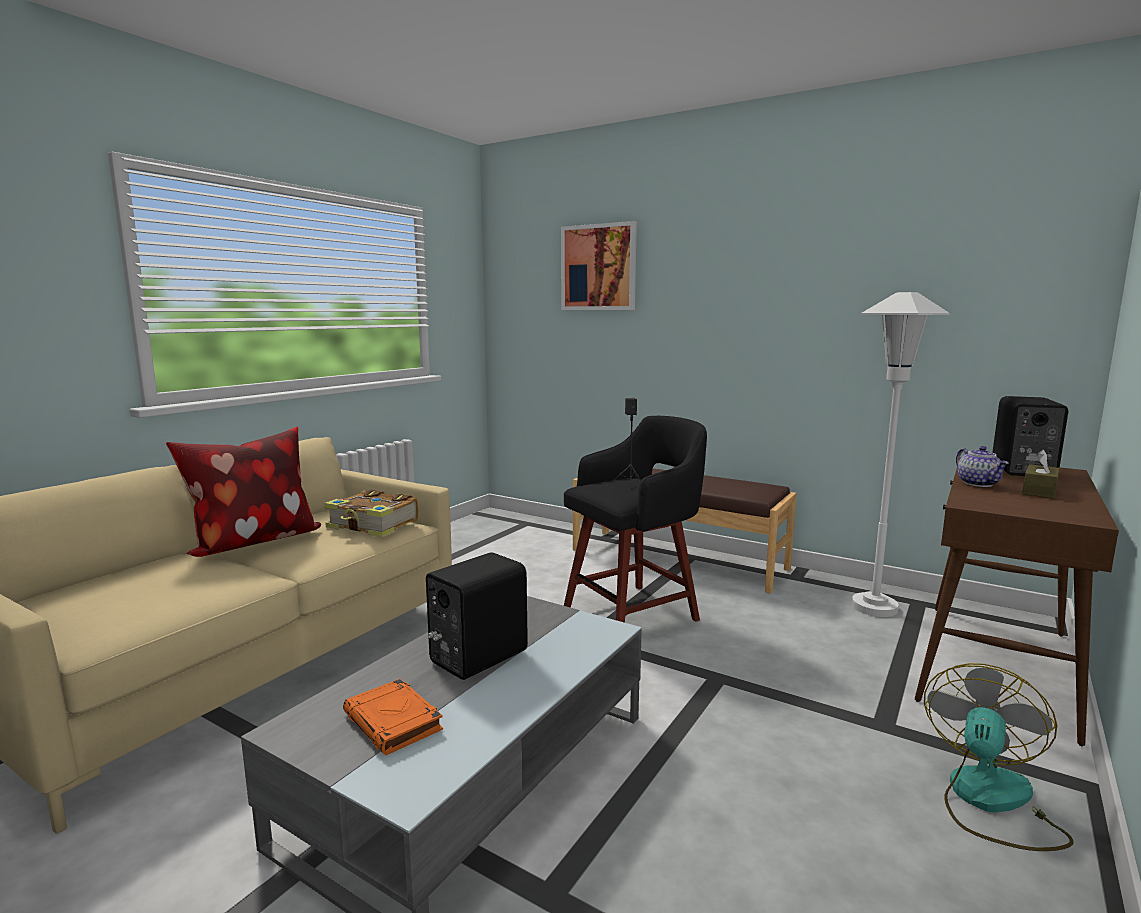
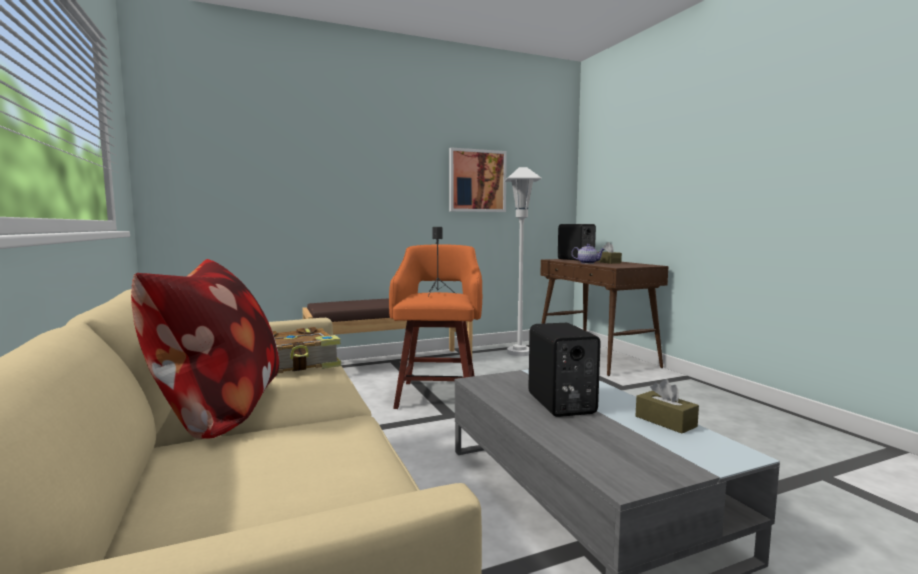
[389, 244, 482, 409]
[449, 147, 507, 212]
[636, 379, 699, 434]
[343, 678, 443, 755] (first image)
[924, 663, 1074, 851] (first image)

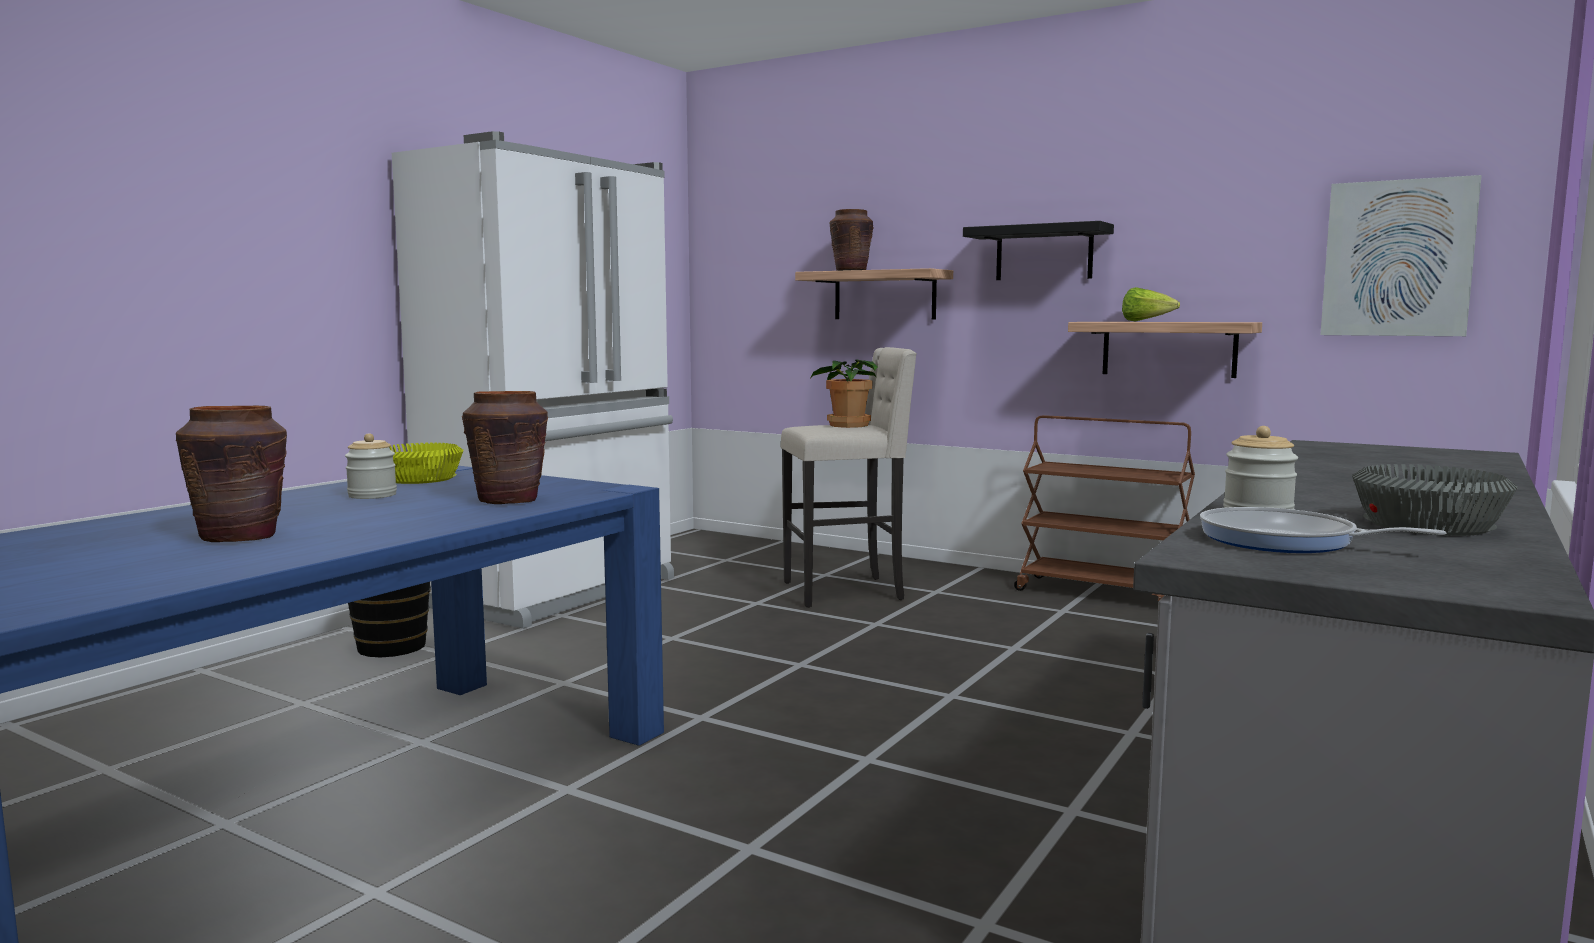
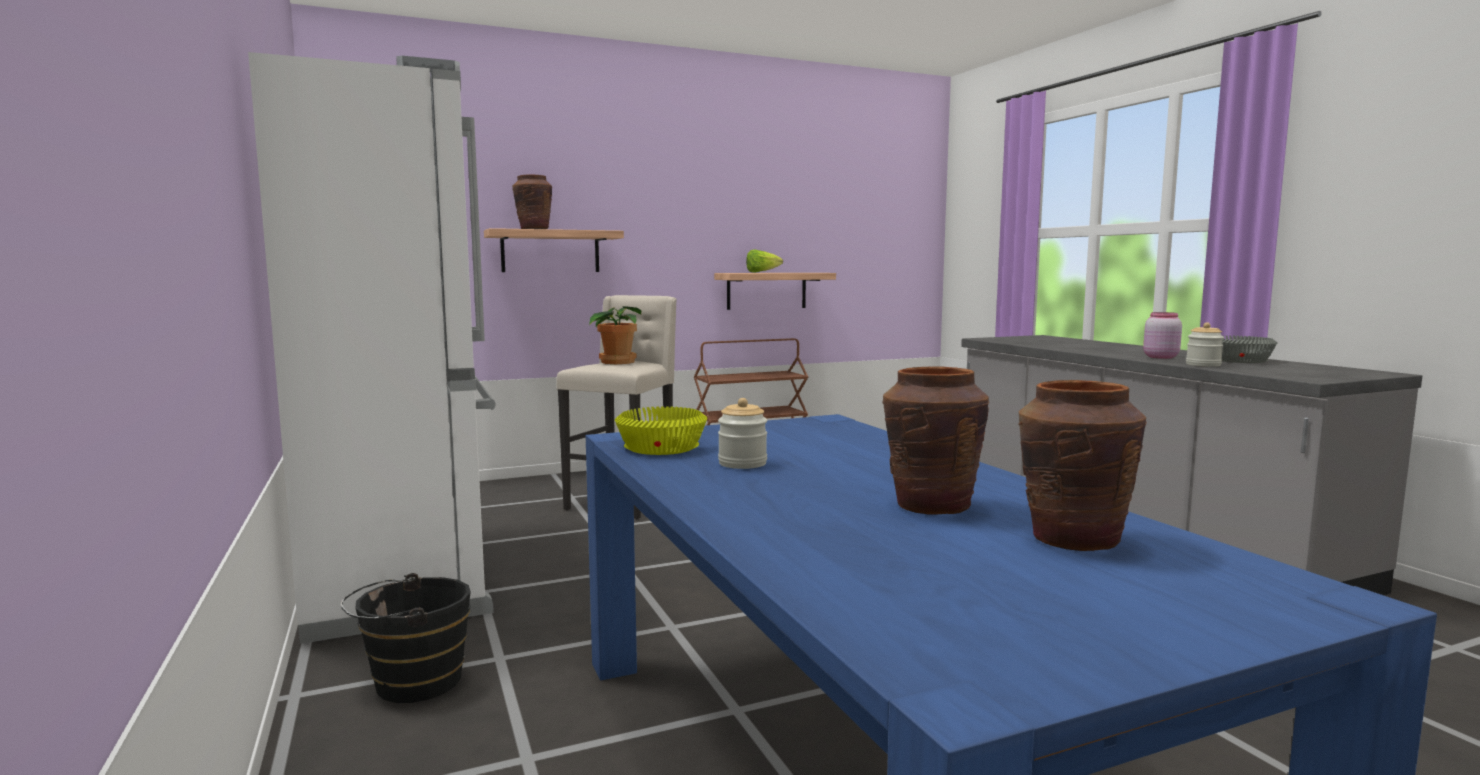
[1018, 380, 1147, 551]
[1143, 312, 1182, 359]
[963, 221, 1114, 280] (first image)
[1200, 507, 1446, 553] (first image)
[1320, 175, 1482, 336] (first image)

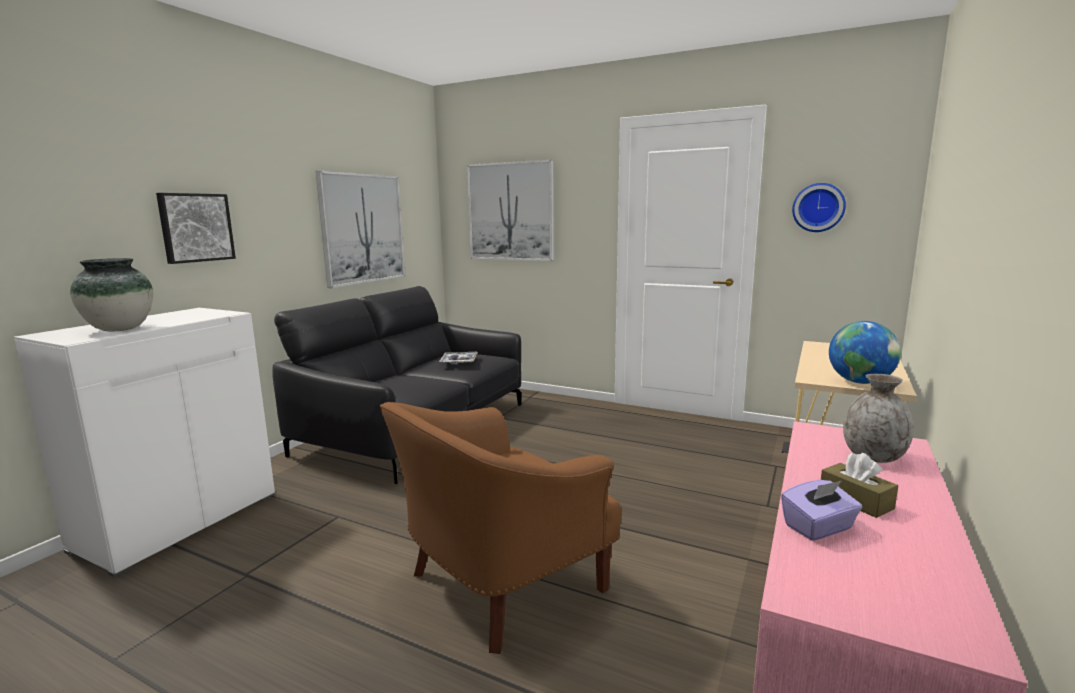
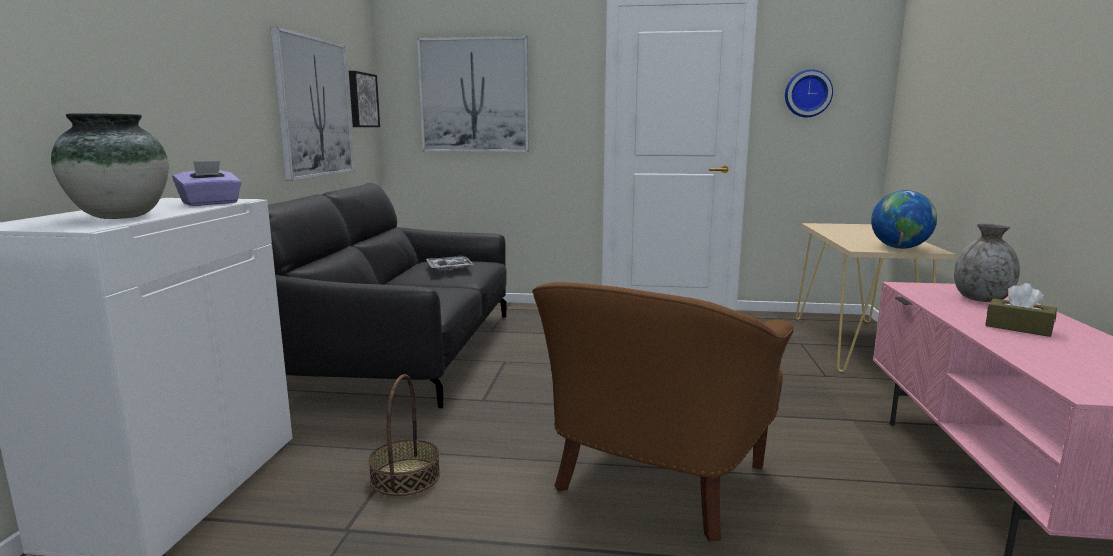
[173, 161, 242, 206]
[349, 71, 380, 127]
[368, 374, 440, 496]

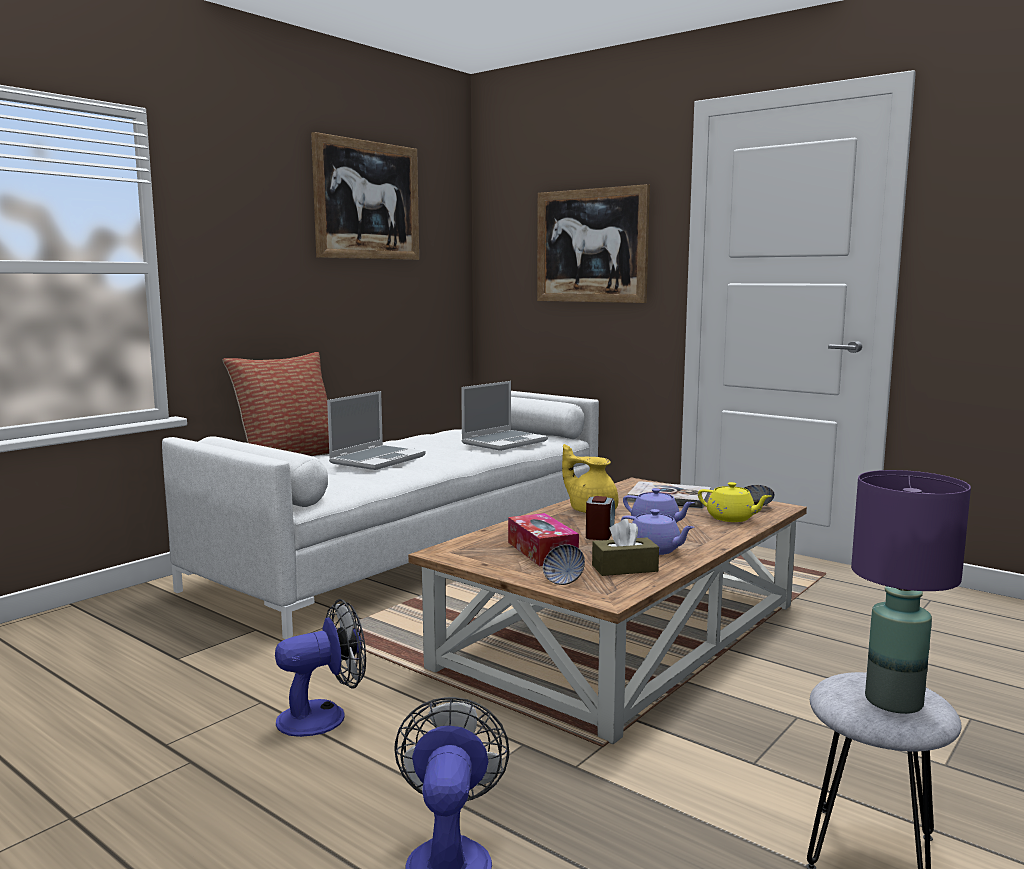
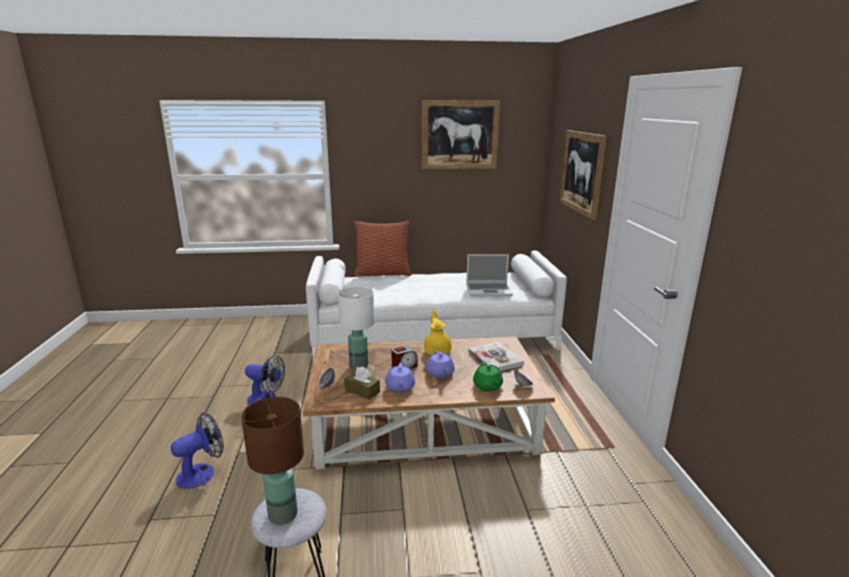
[241, 397, 304, 525]
[338, 287, 374, 370]
[473, 362, 503, 391]
[327, 391, 426, 470] (first image)

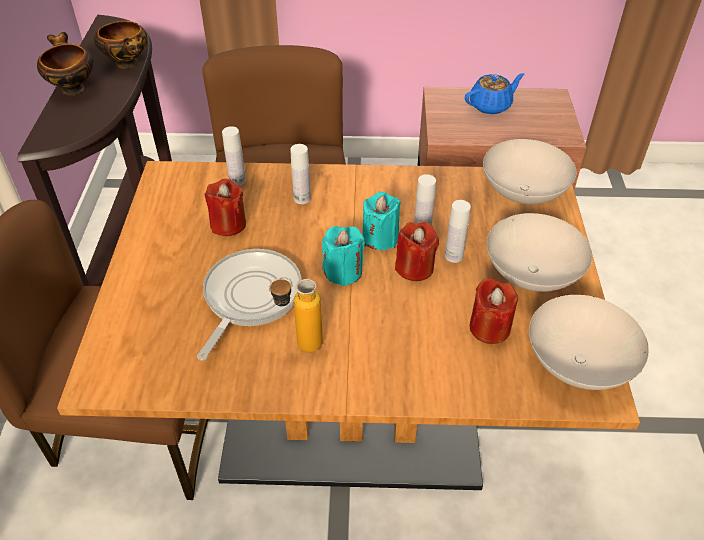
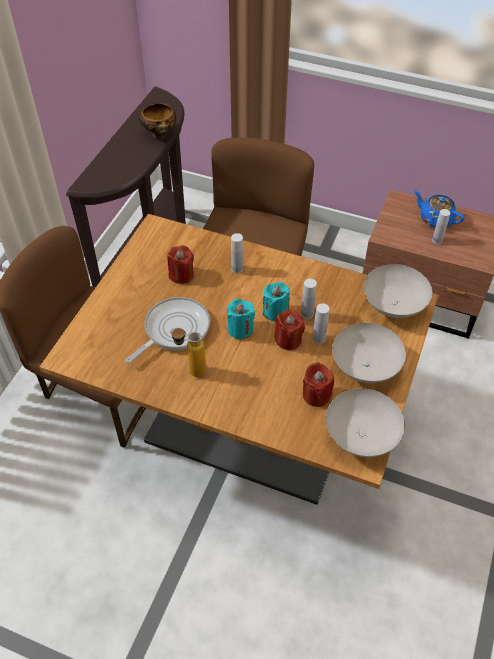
[414, 191, 465, 228]
[432, 209, 450, 244]
[37, 32, 93, 96] (first image)

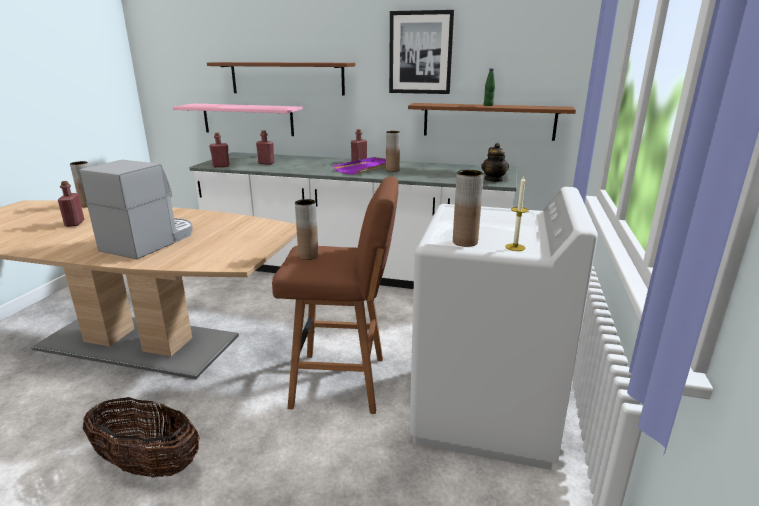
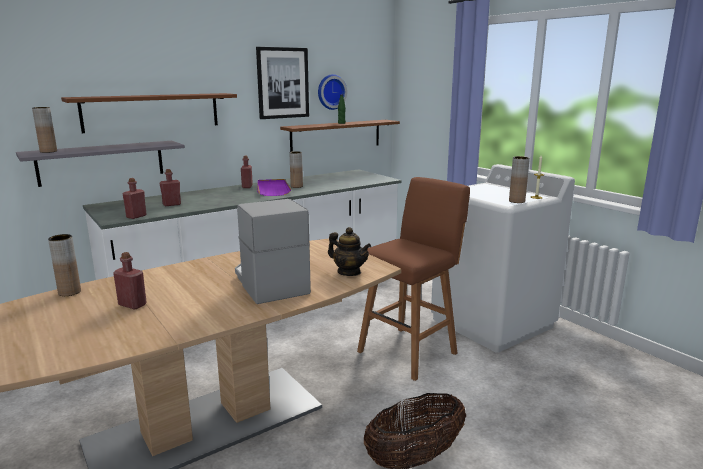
[16, 141, 185, 187]
[32, 107, 57, 153]
[318, 74, 347, 110]
[328, 227, 371, 276]

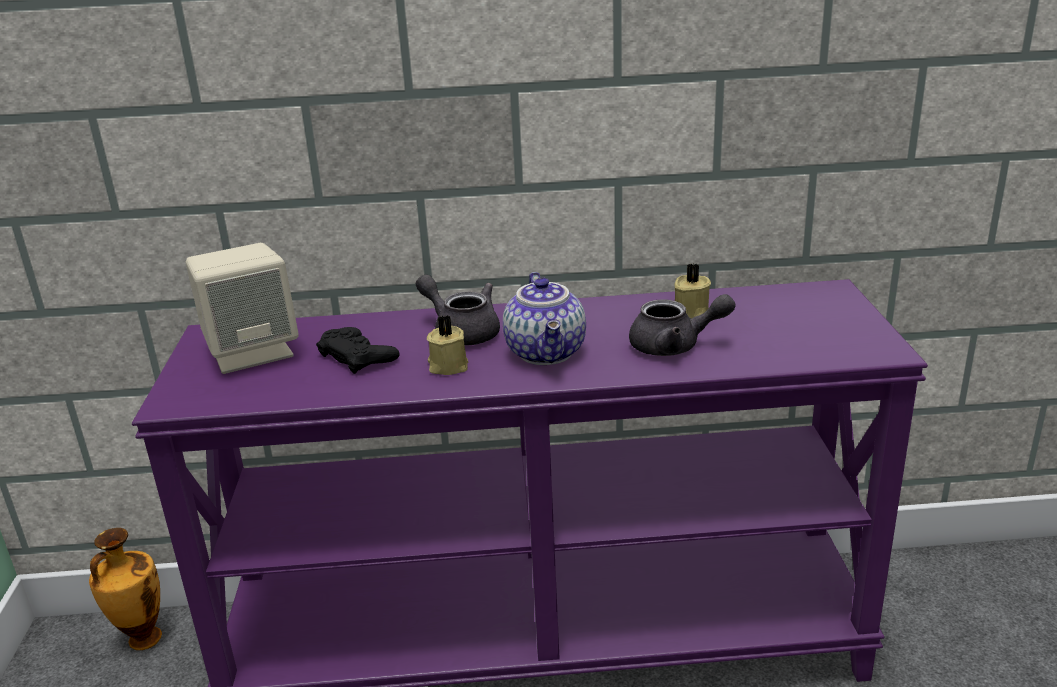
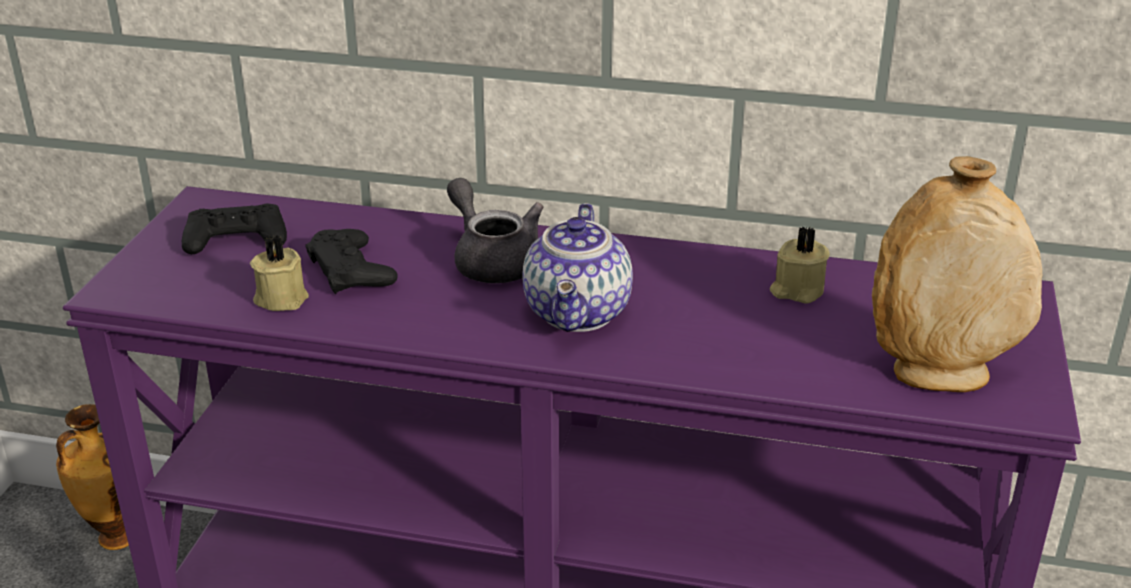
[182, 203, 287, 254]
[250, 235, 309, 311]
[872, 156, 1042, 392]
[629, 294, 736, 356] (first image)

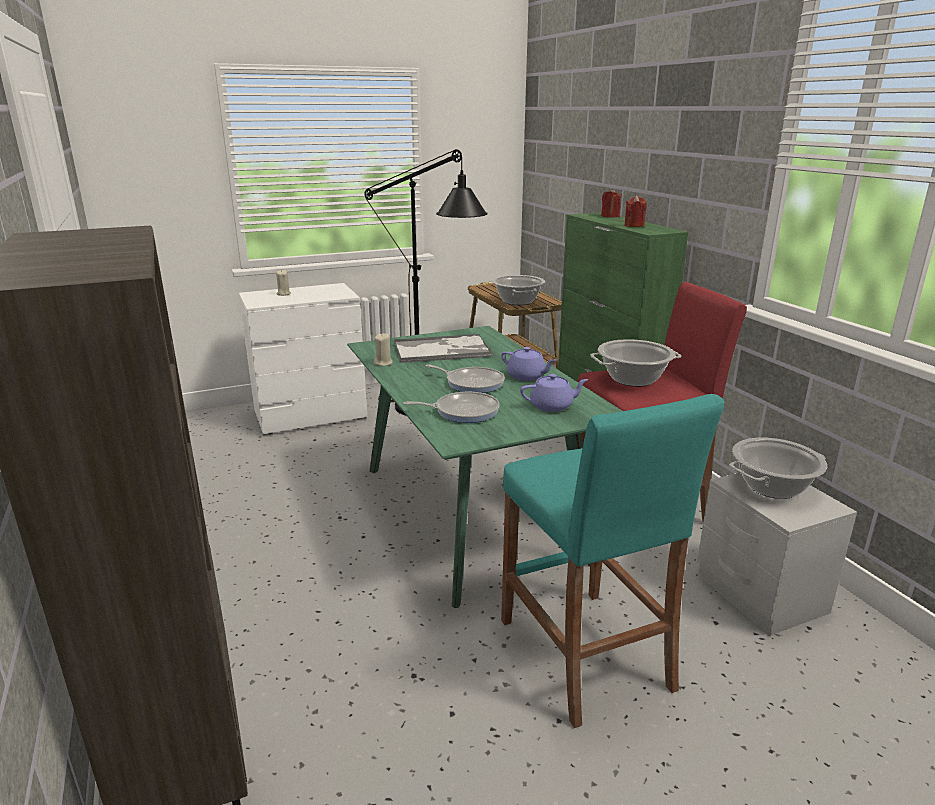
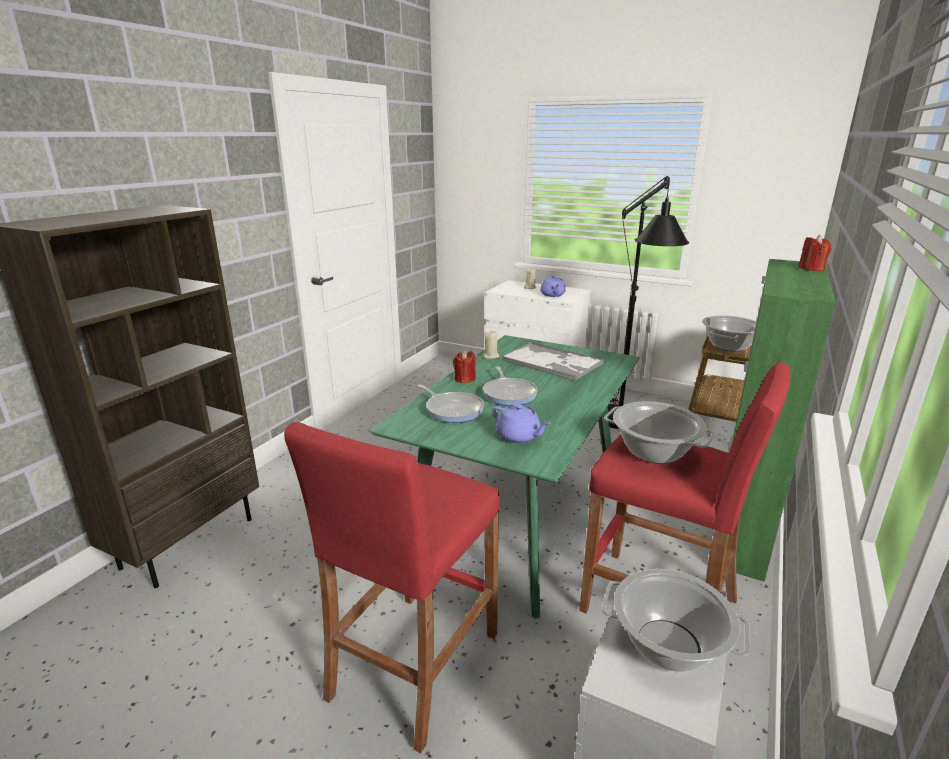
[284, 422, 500, 753]
[453, 350, 476, 383]
[540, 275, 566, 297]

